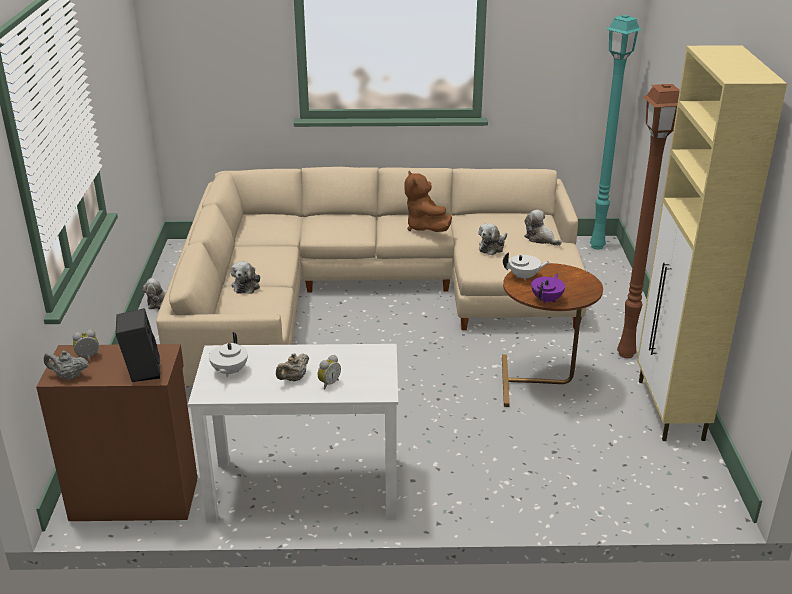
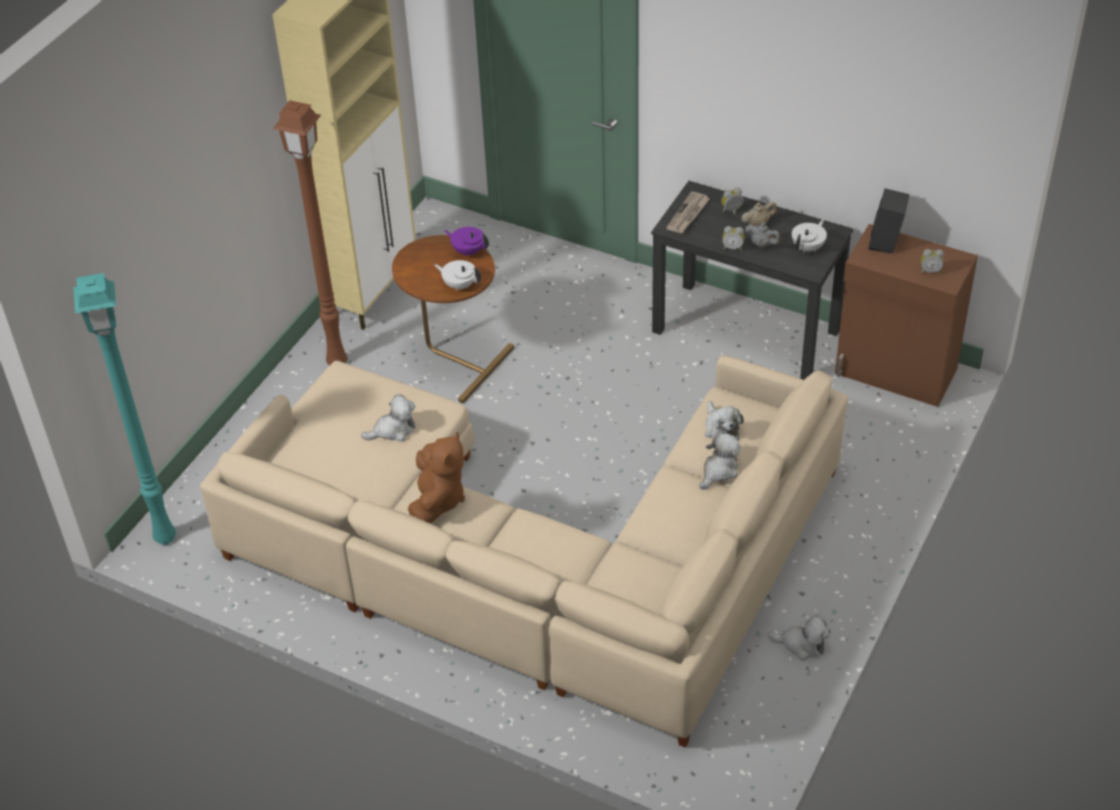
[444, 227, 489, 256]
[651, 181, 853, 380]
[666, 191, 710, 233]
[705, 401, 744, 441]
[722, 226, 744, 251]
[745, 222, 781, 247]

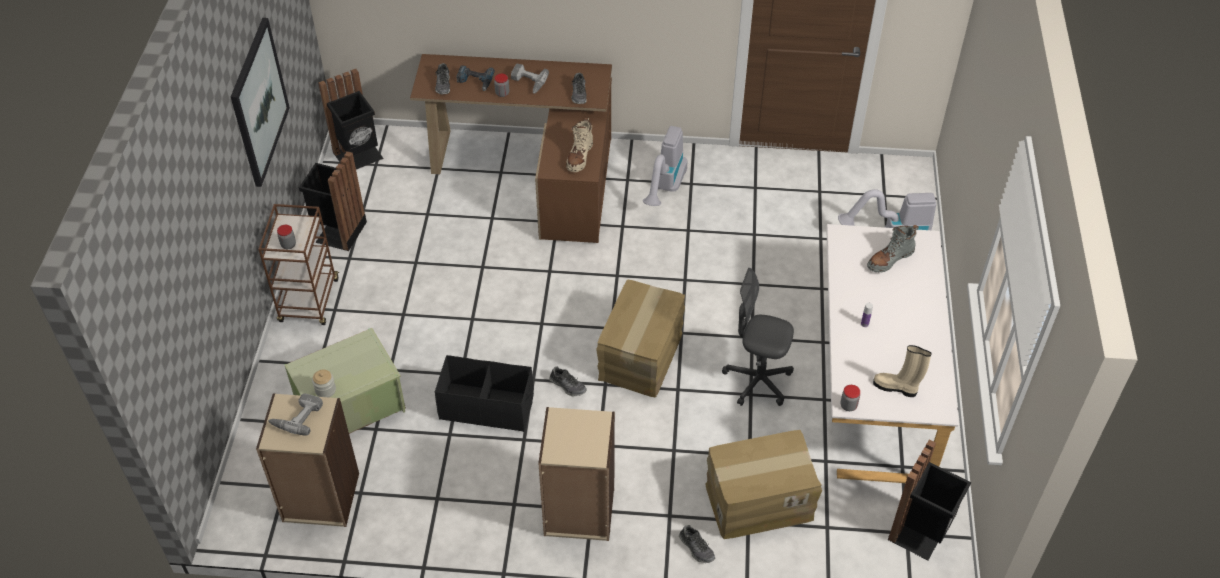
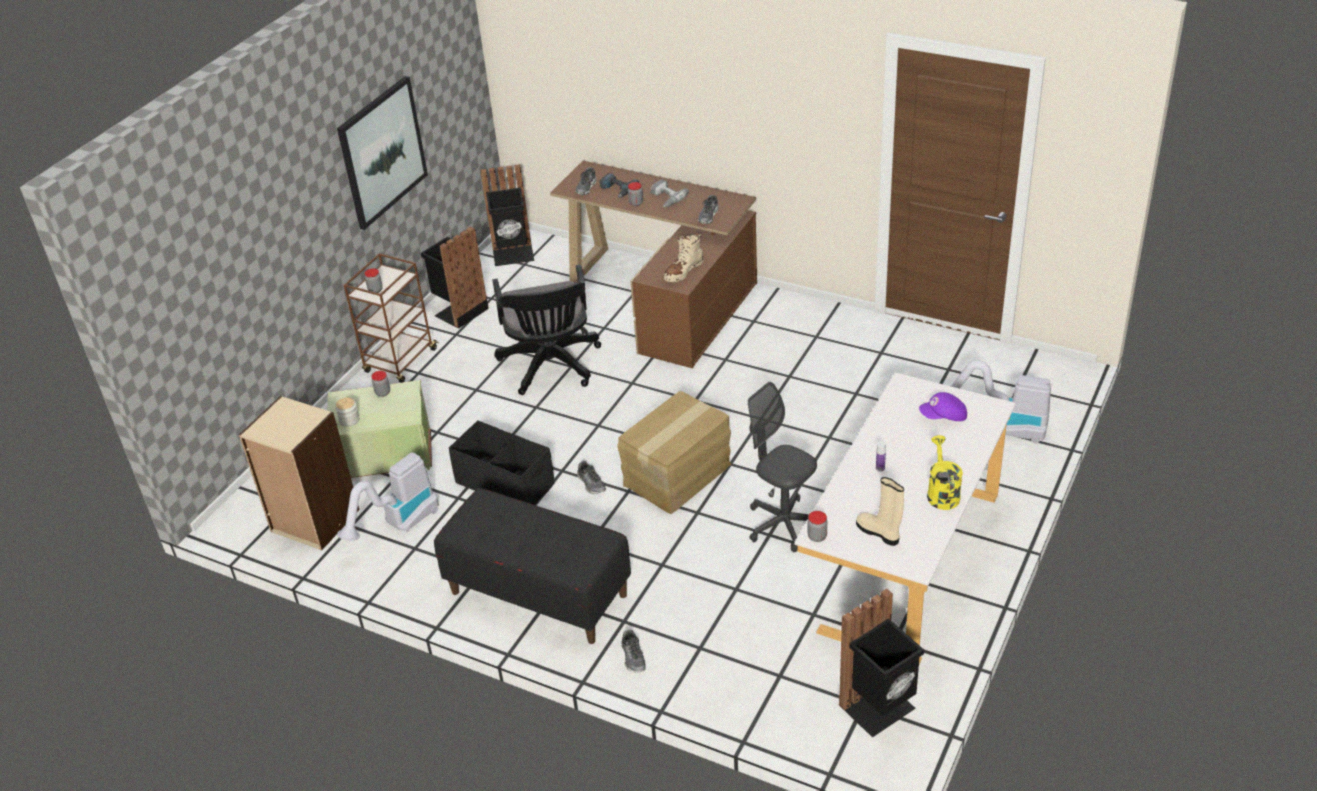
[337, 452, 439, 541]
[371, 371, 390, 397]
[434, 488, 631, 644]
[493, 264, 601, 395]
[919, 392, 967, 421]
[927, 435, 963, 510]
[268, 393, 323, 436] (first image)
[706, 430, 822, 539] (first image)

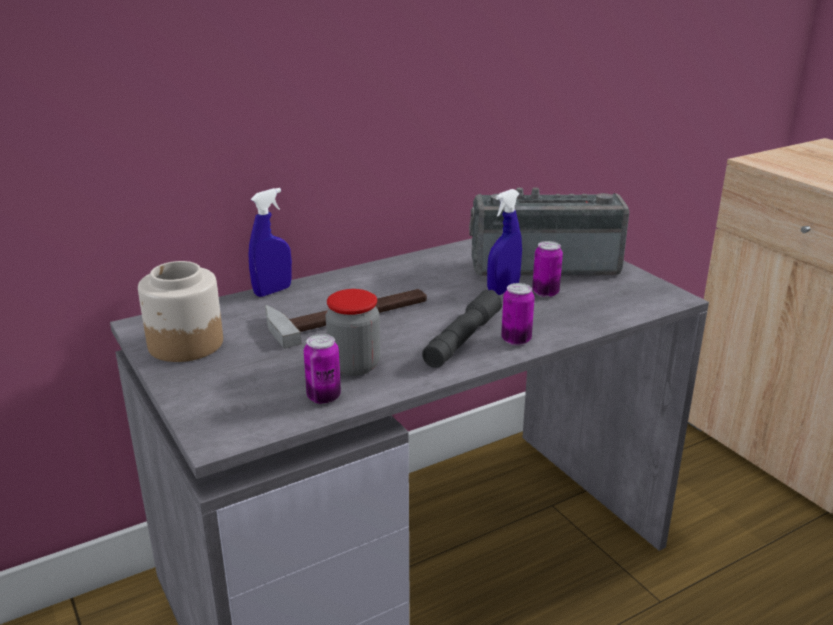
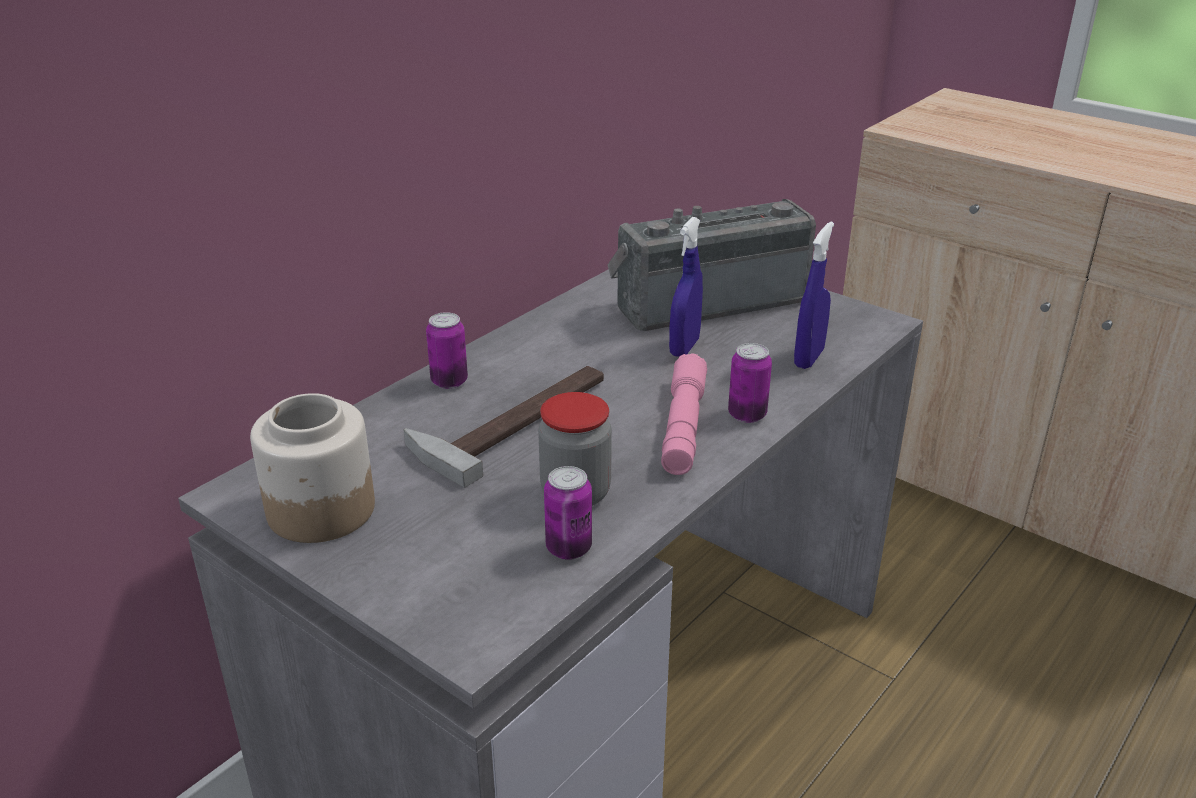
[426, 312, 468, 389]
[661, 353, 707, 475]
[794, 221, 834, 369]

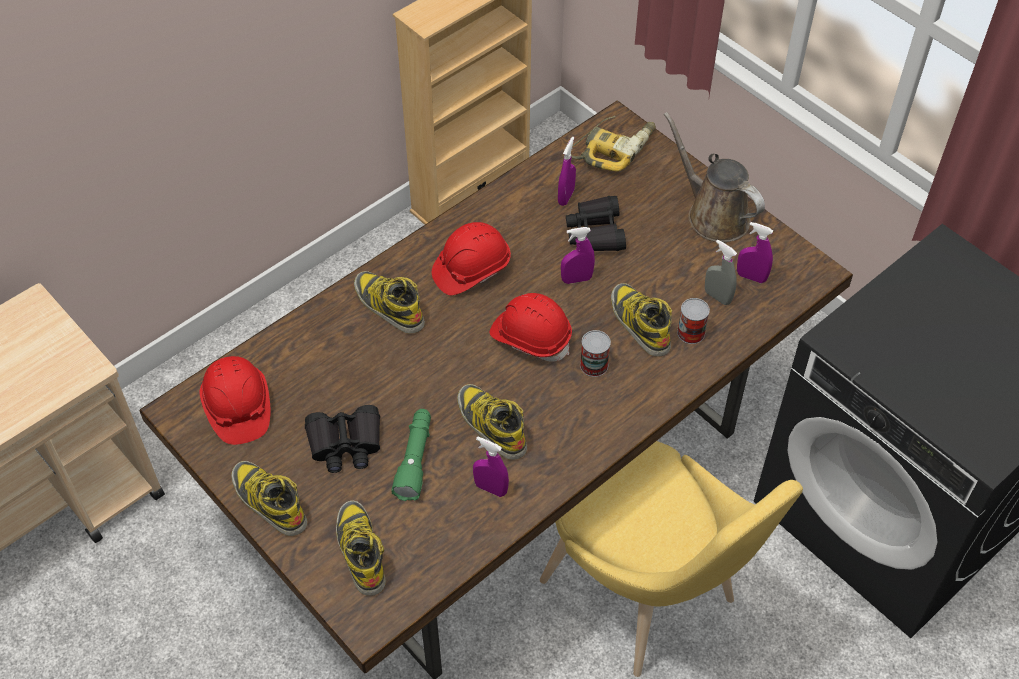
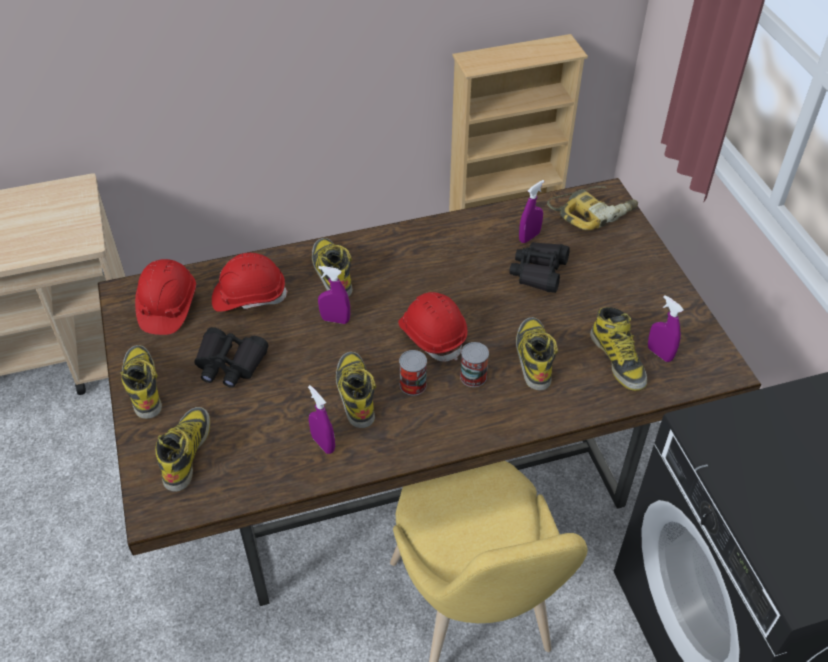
[212, 253, 288, 312]
[318, 266, 350, 324]
[399, 350, 427, 395]
[590, 307, 647, 391]
[391, 409, 431, 501] (first image)
[664, 112, 765, 242] (first image)

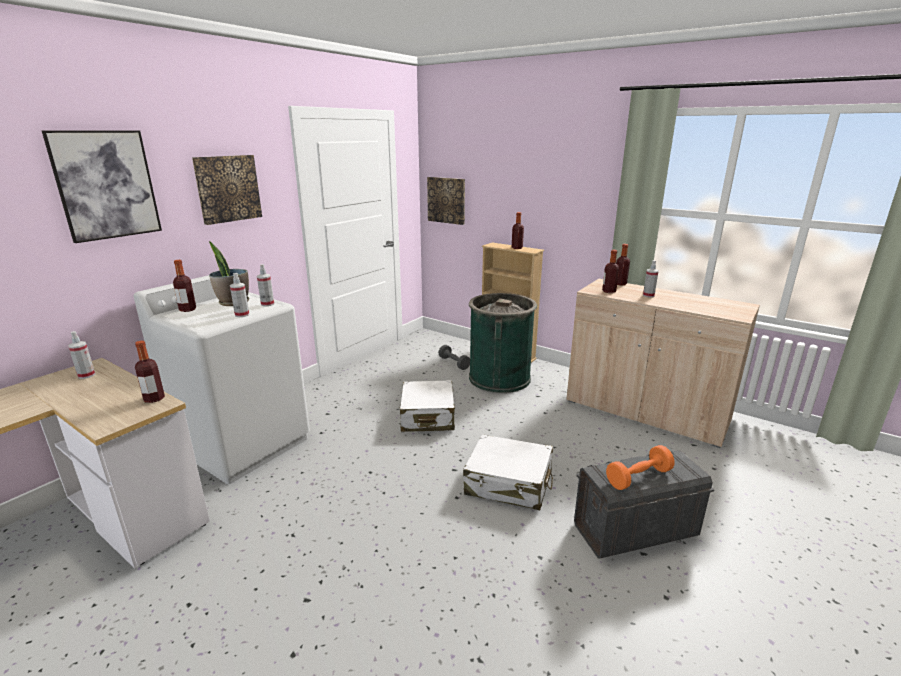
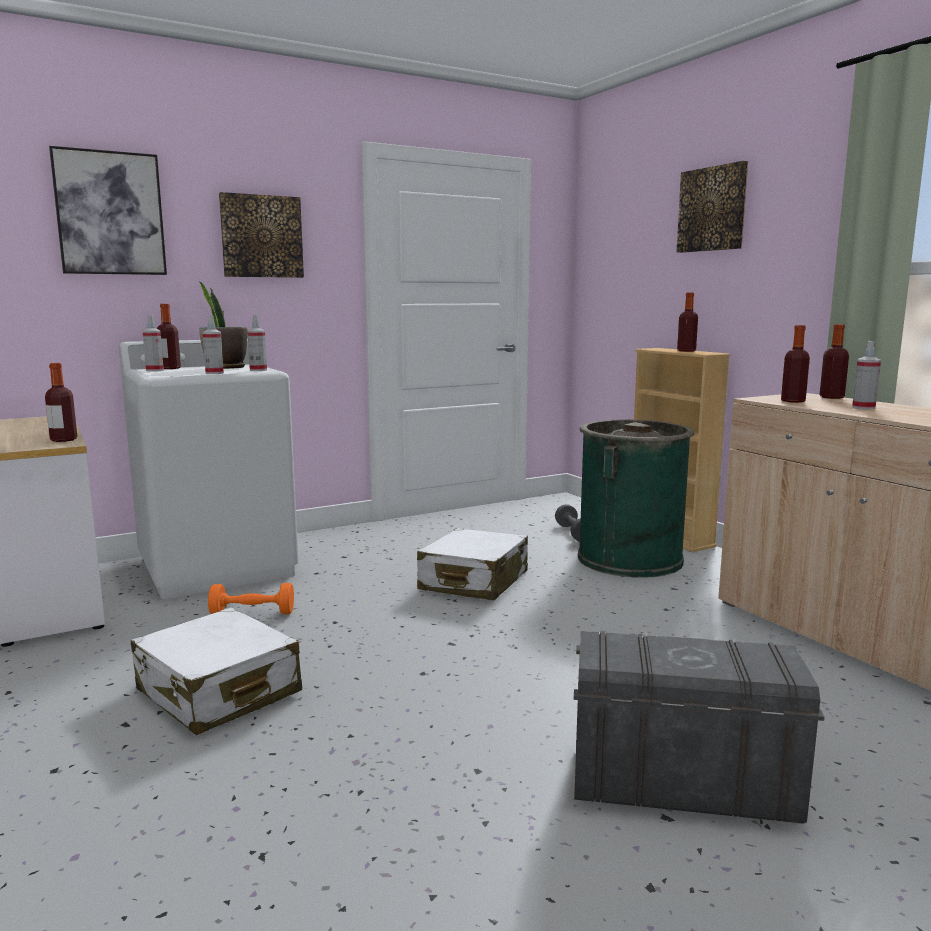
[131, 608, 302, 735]
[143, 315, 164, 372]
[208, 583, 294, 614]
[676, 161, 748, 253]

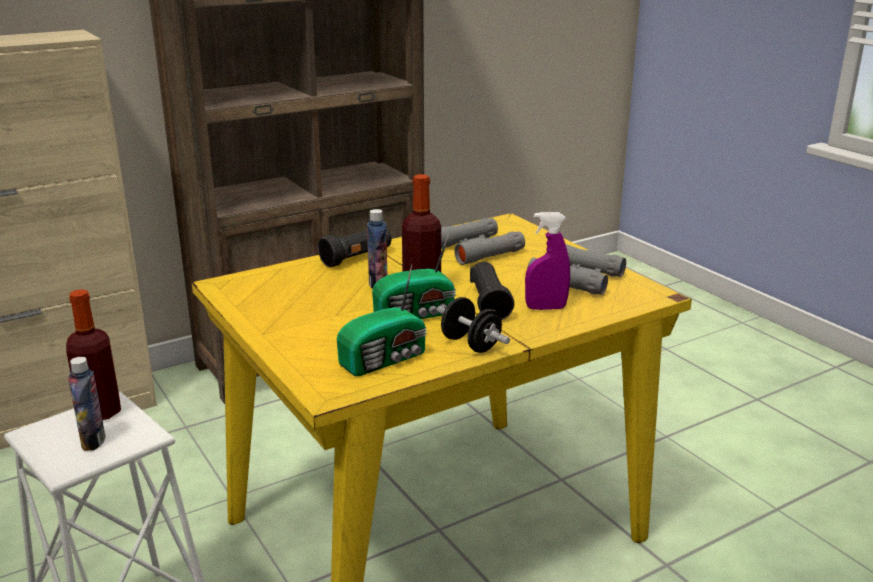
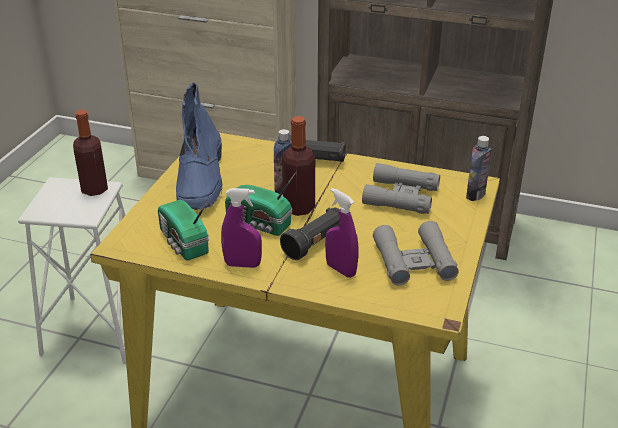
[158, 200, 209, 260]
[176, 82, 223, 210]
[221, 188, 262, 268]
[466, 136, 492, 201]

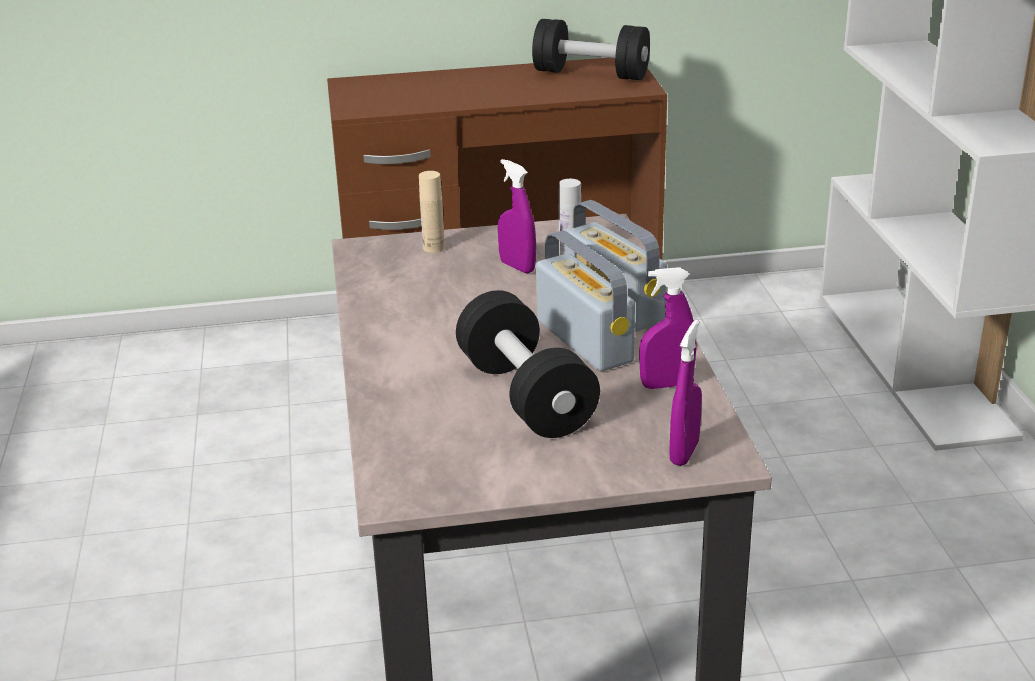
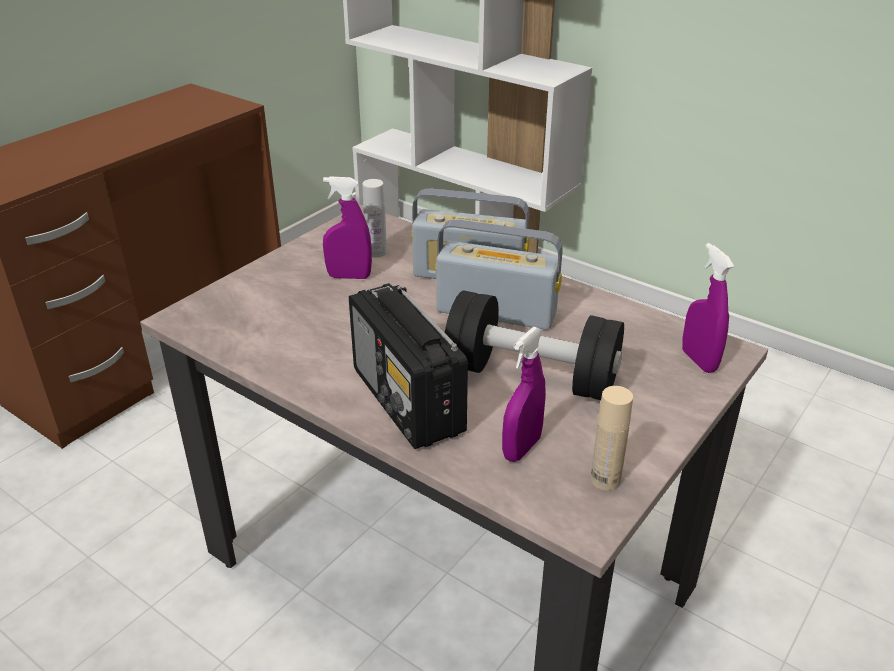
[349, 283, 468, 449]
[502, 327, 546, 462]
[590, 386, 633, 490]
[532, 19, 650, 80] (first image)

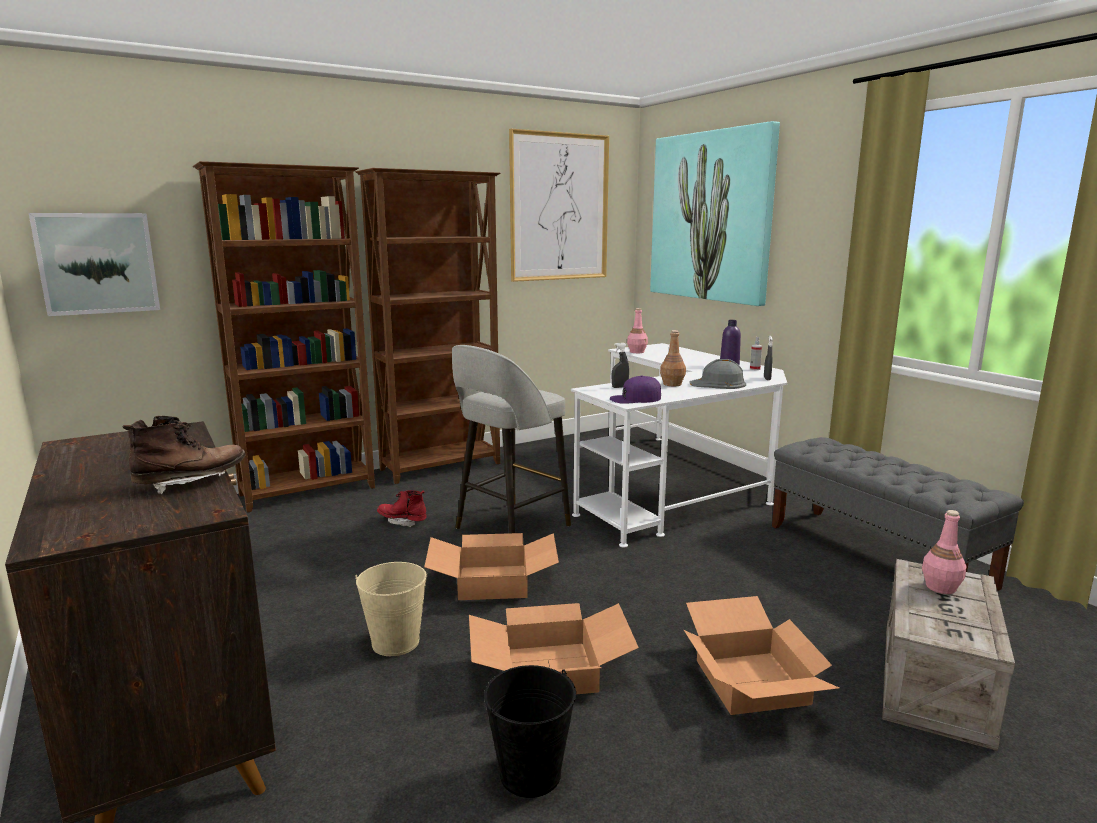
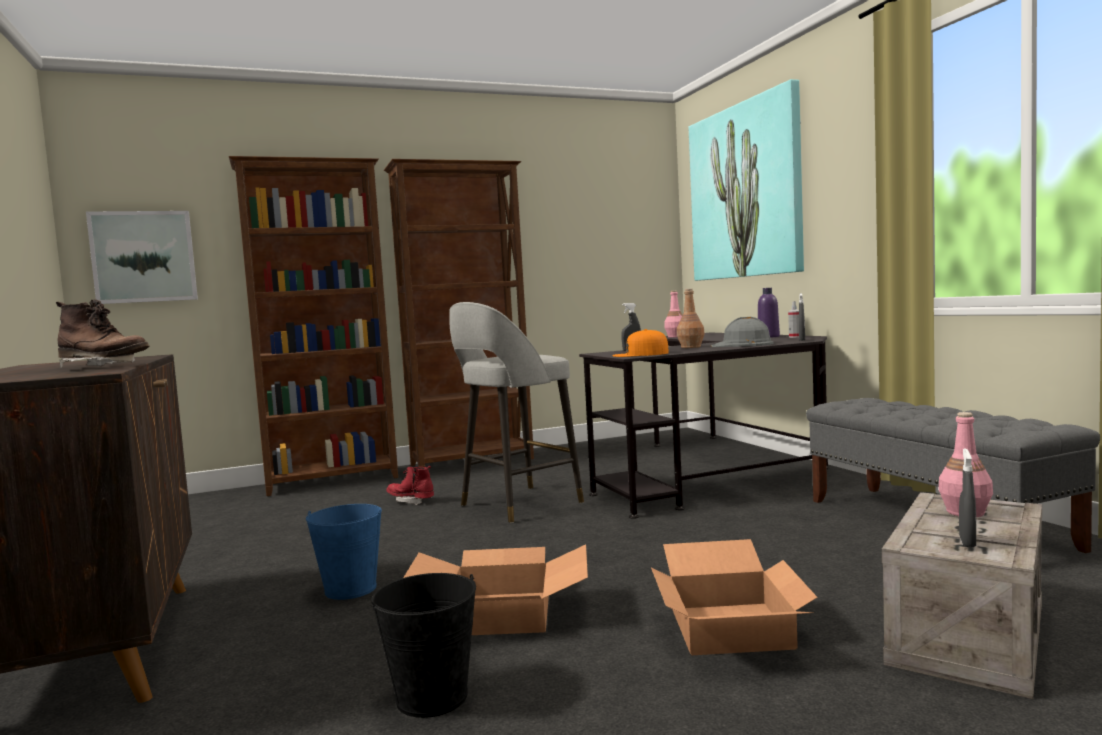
[56, 299, 149, 368]
[306, 504, 382, 600]
[579, 332, 829, 519]
[612, 329, 669, 357]
[959, 448, 976, 547]
[424, 533, 559, 600] (first image)
[509, 129, 609, 282] (first image)

